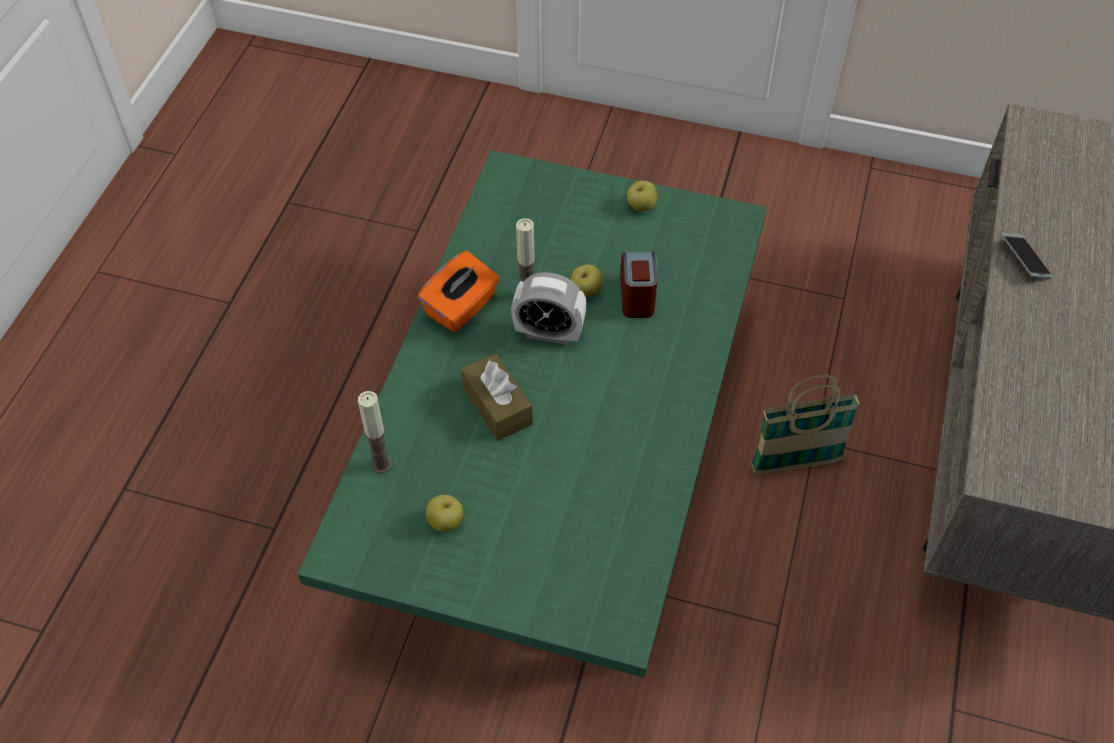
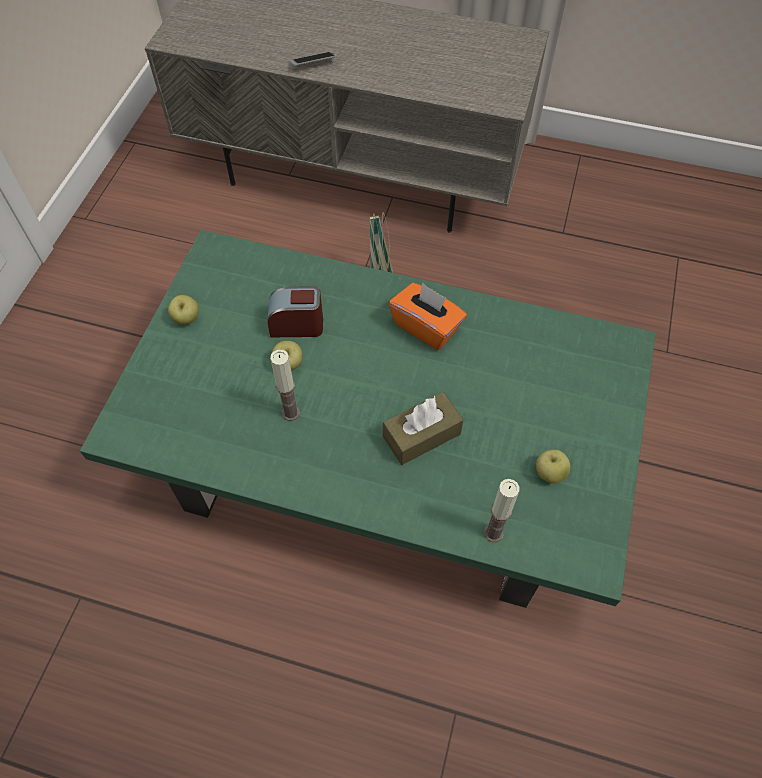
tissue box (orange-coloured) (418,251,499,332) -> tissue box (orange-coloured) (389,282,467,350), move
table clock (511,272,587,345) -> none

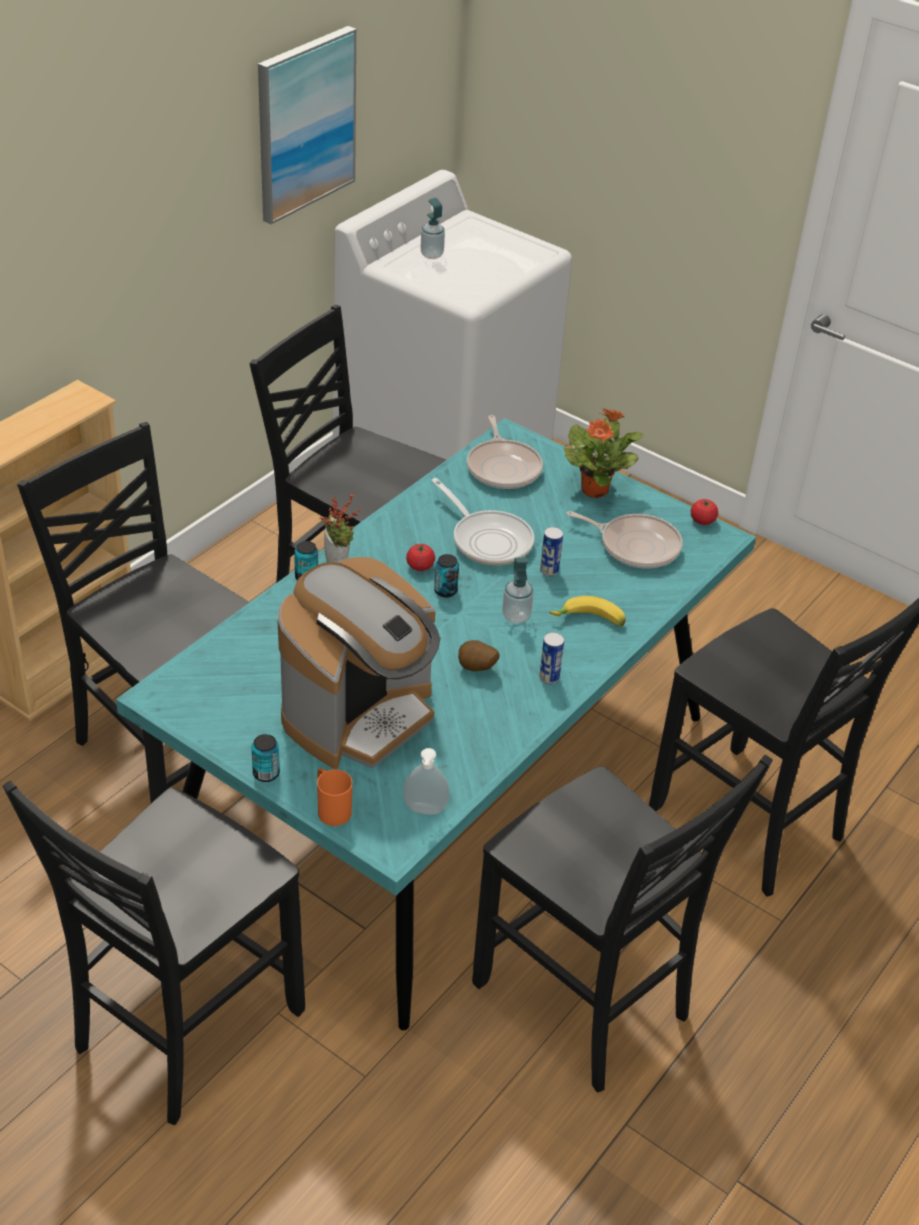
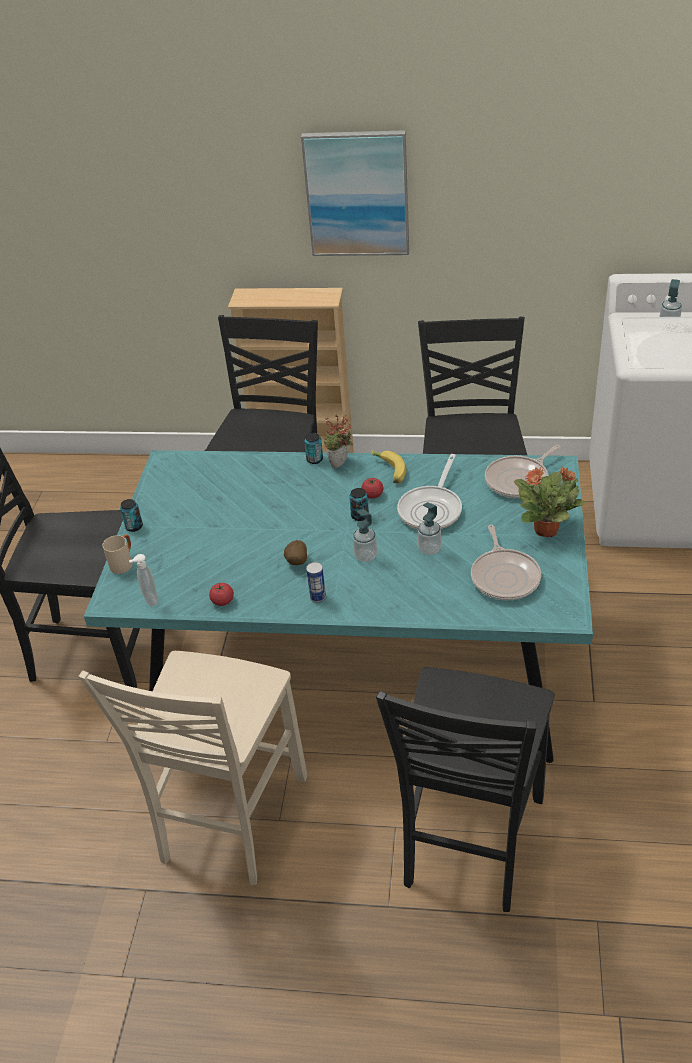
picture (258,26,356,224) -> picture (301,130,409,256), move
tomato (691,499,718,525) -> tomato (209,583,234,606), move
sealed can (540,527,563,576) -> soap dispenser (418,502,441,555)
coffee brewer (278,557,440,769) -> none
banana fruit (549,596,626,626) -> banana fruit (371,450,406,484), move
upright chair (blackish) (472,755,773,1092) -> upright chair (beige-coloured) (78,651,307,885)
tea mug (orange-coloured) (317,768,352,826) -> tea mug (beige-coloured) (102,535,132,574)

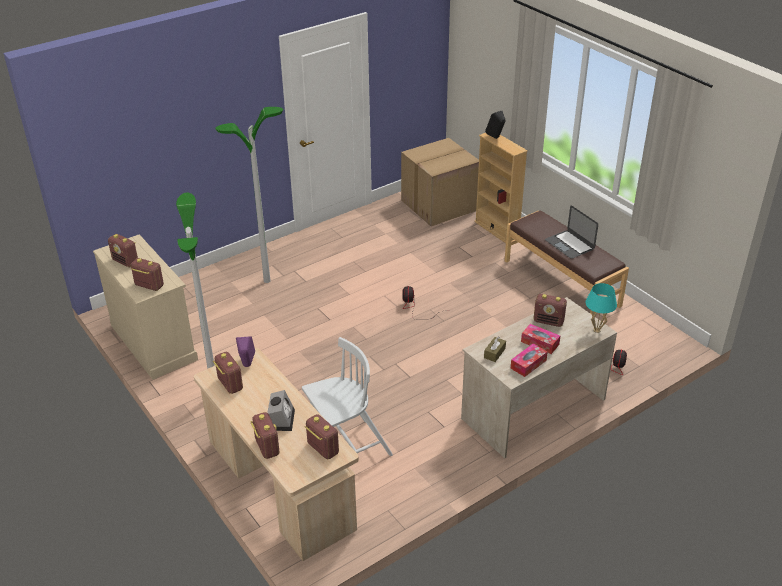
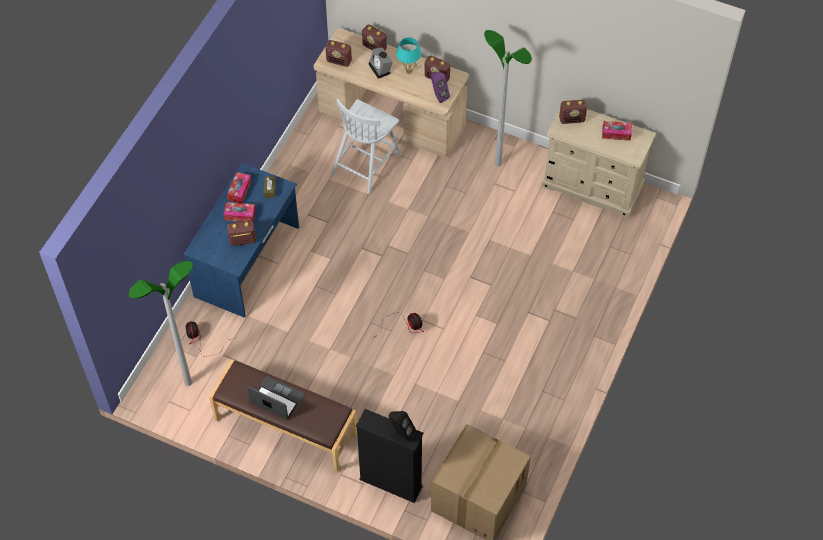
standard lamp (215,107,283,283) -> standard lamp (129,261,193,386), move
bookshelf (beige-coloured) (474,133,528,243) -> bookshelf (blackish) (356,409,424,503)
radio set (108,234,138,267) -> tissue box (602,121,632,141)
table lamp (turquoise) (586,283,617,333) -> table lamp (turquoise) (396,37,421,74), move
desk table (beige-coloured) (461,297,617,458) -> desk table (blue) (184,163,299,318)

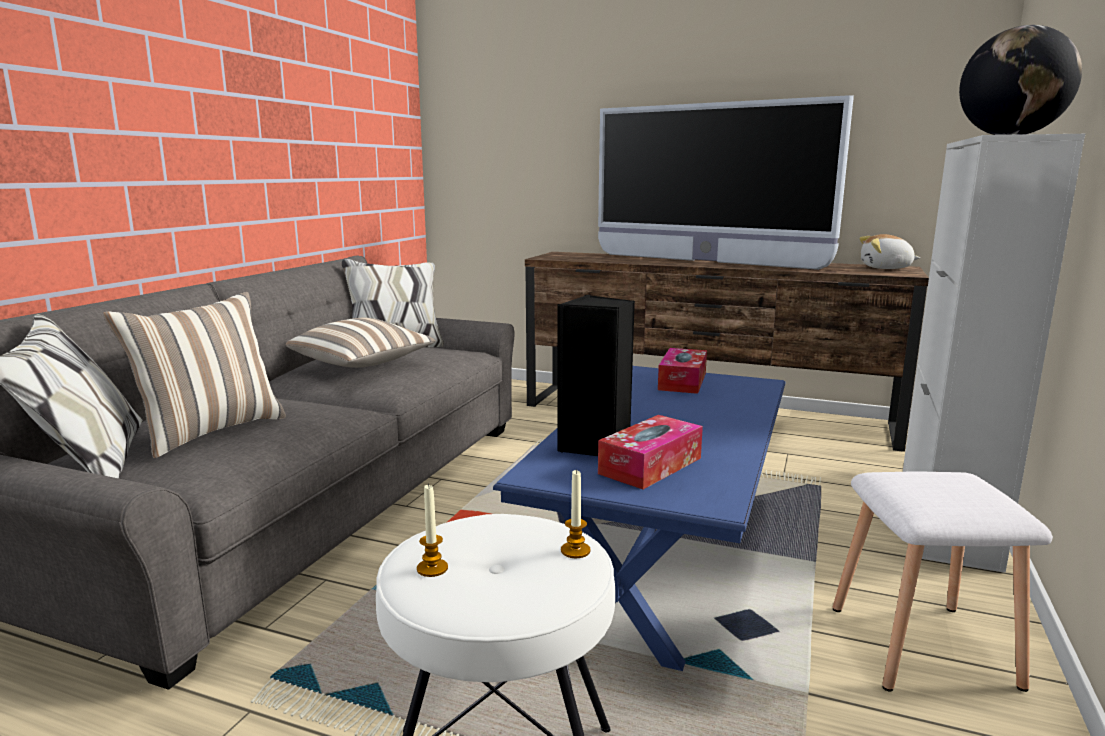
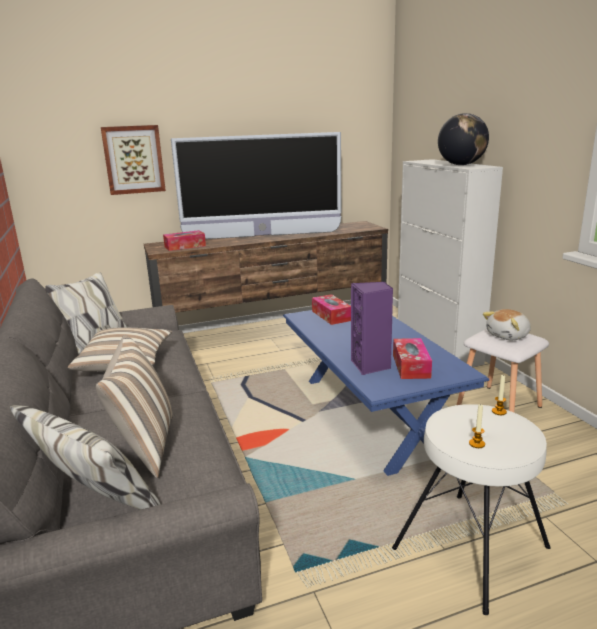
plush toy (859,234,920,269) -> plush toy (483,309,531,340), move
speaker (blackish) (558,295,635,456) -> speaker (purple-coloured) (351,282,393,375)
none -> picture (101,125,166,195)
none -> tissue box (163,230,206,251)

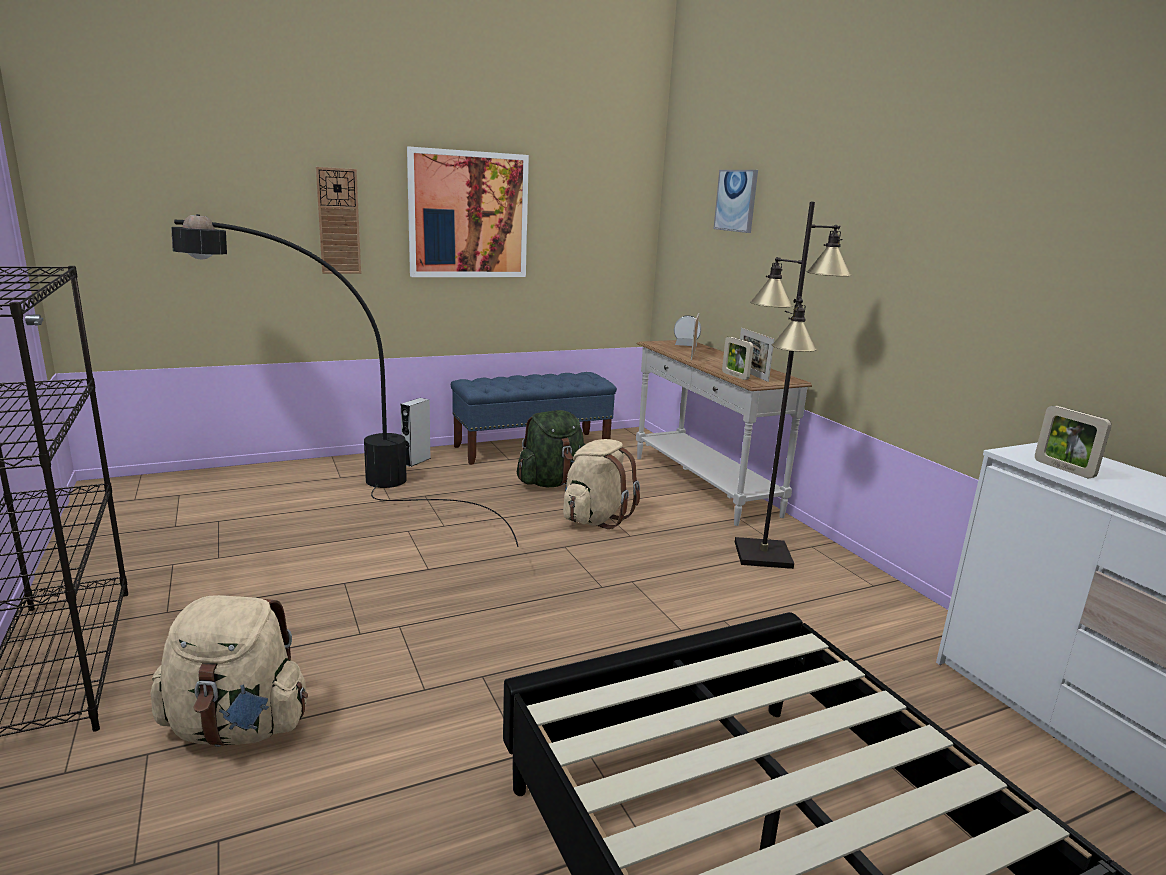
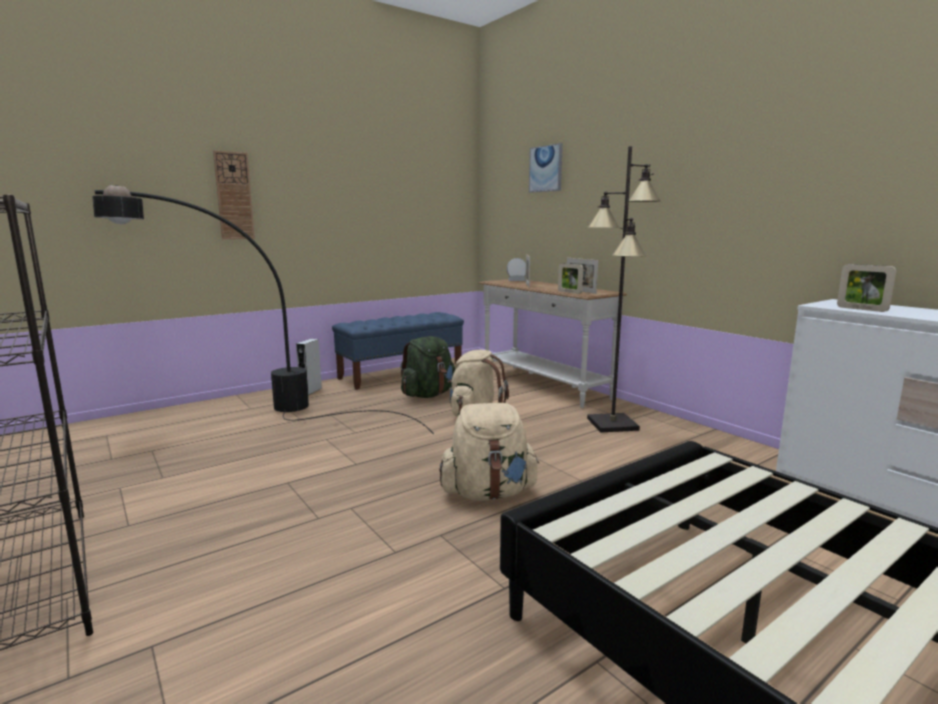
picture (407,146,529,277) -> none
backpack (beige-coloured) (150,595,308,747) -> backpack (beige-coloured) (439,403,539,501), move

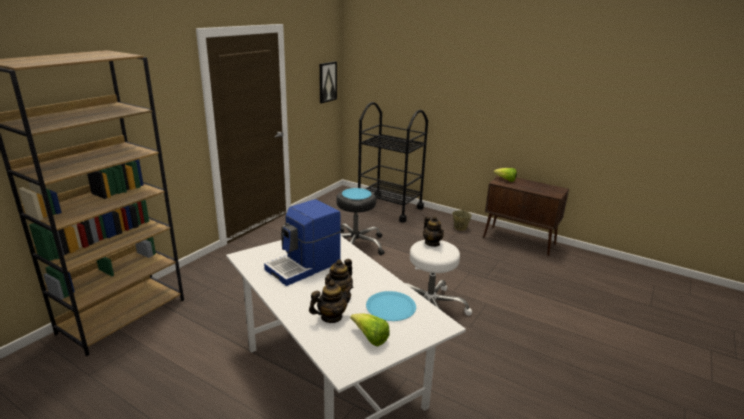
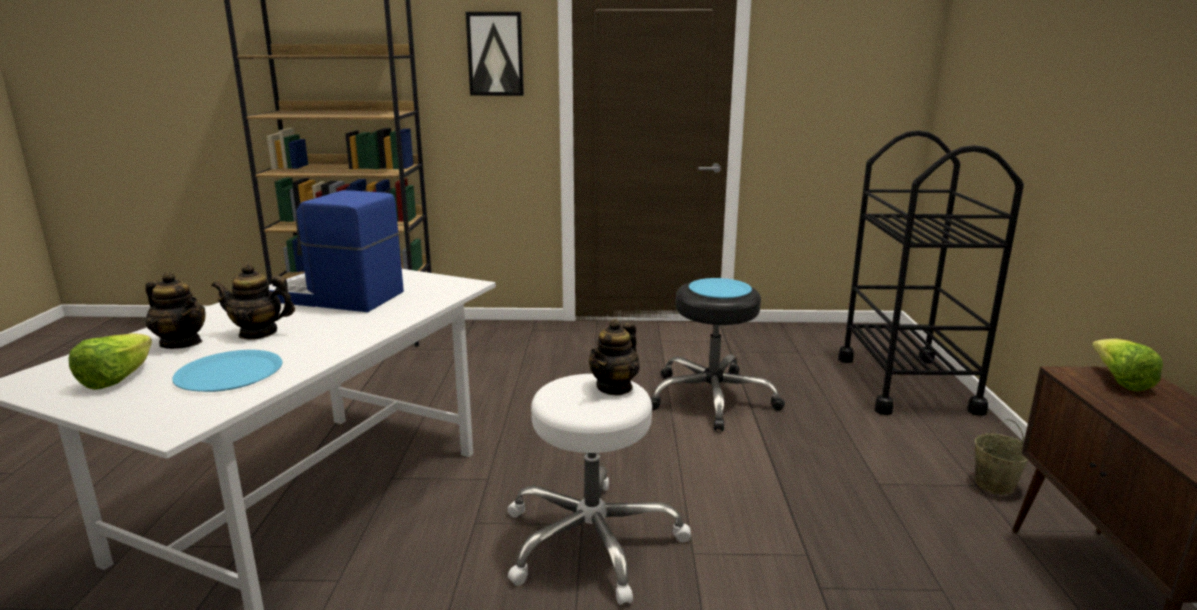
picture (319,61,337,103) -> picture (466,12,524,96), move

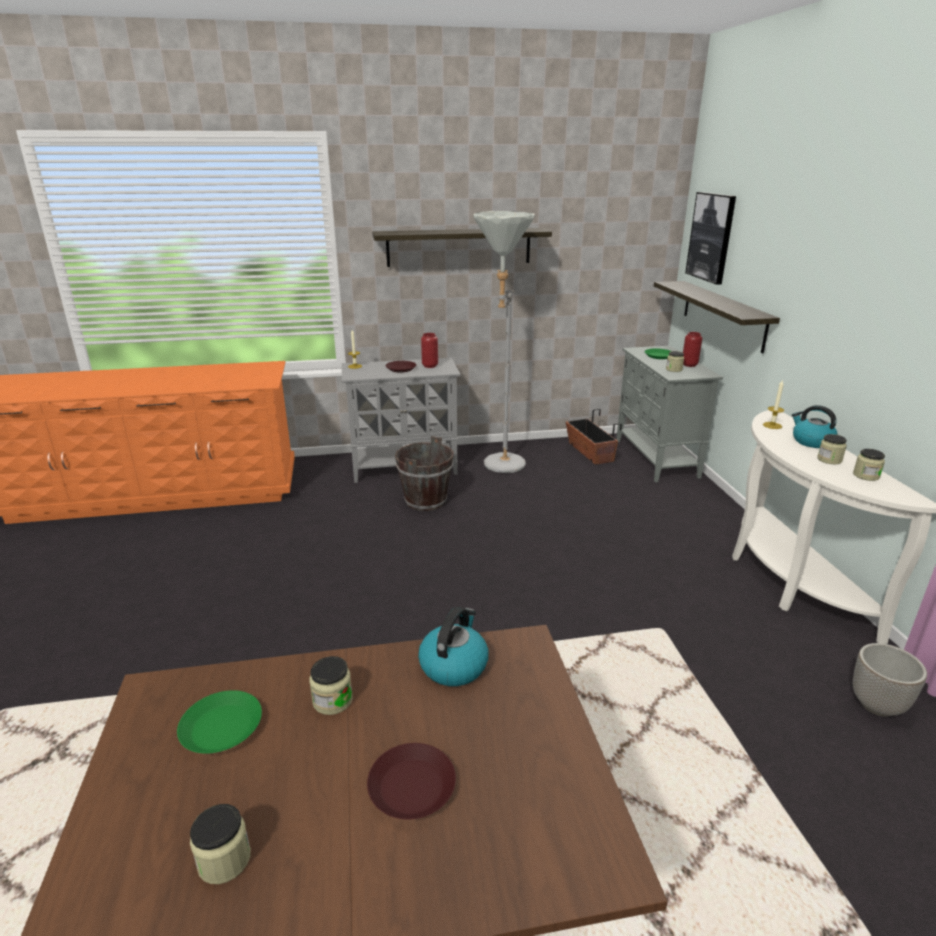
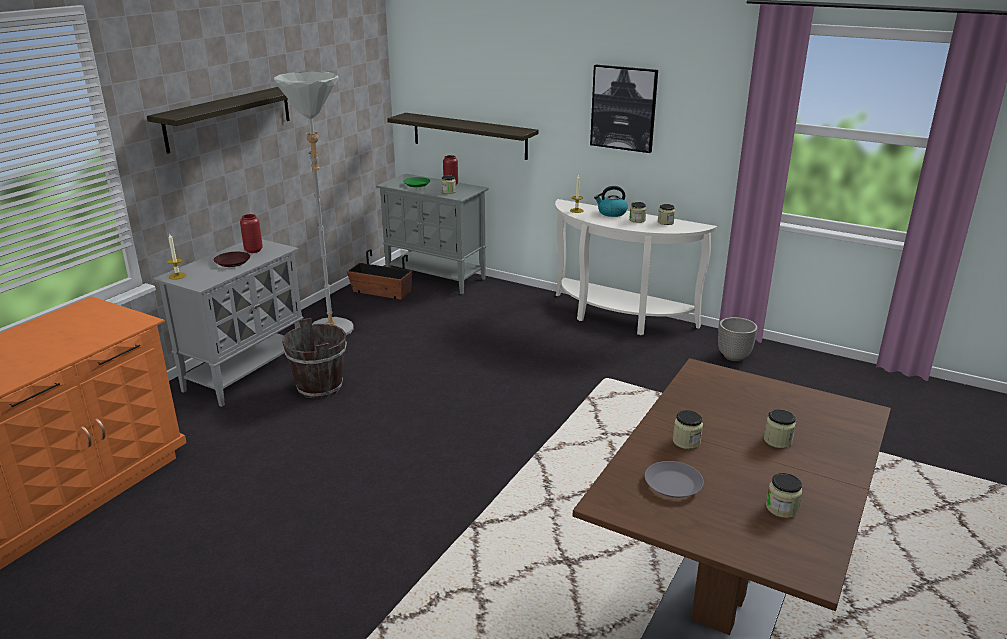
picture (685,192,736,285) -> picture (590,65,658,153), move
water kettle (418,607,489,686) -> none
dinner plate (greenish) (177,690,262,754) -> dinner plate (greyish) (645,461,704,498)
dinner plate (brown-coloured) (367,743,456,820) -> preserve jar (764,409,796,448)

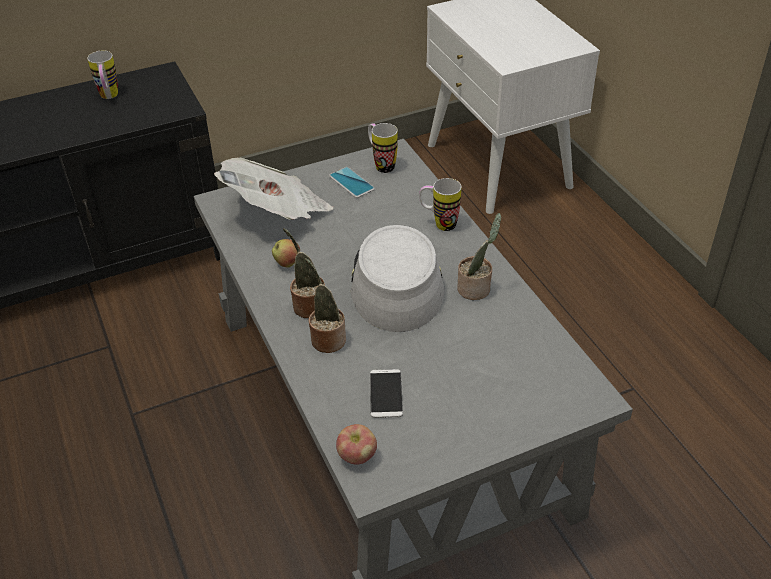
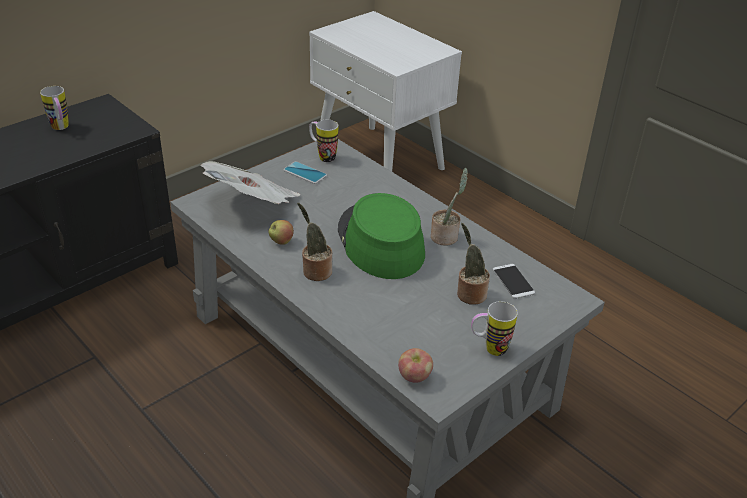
tea mug (419,178,461,231) -> tea mug (471,301,518,356), move
wearable hat (greyish) (350,225,445,332) -> wearable hat (greenish) (338,193,425,279)
plant in a pot (305,258,346,353) -> plant in a pot (457,223,490,305), move
telephone (370,369,403,418) -> telephone (493,264,535,299), move

